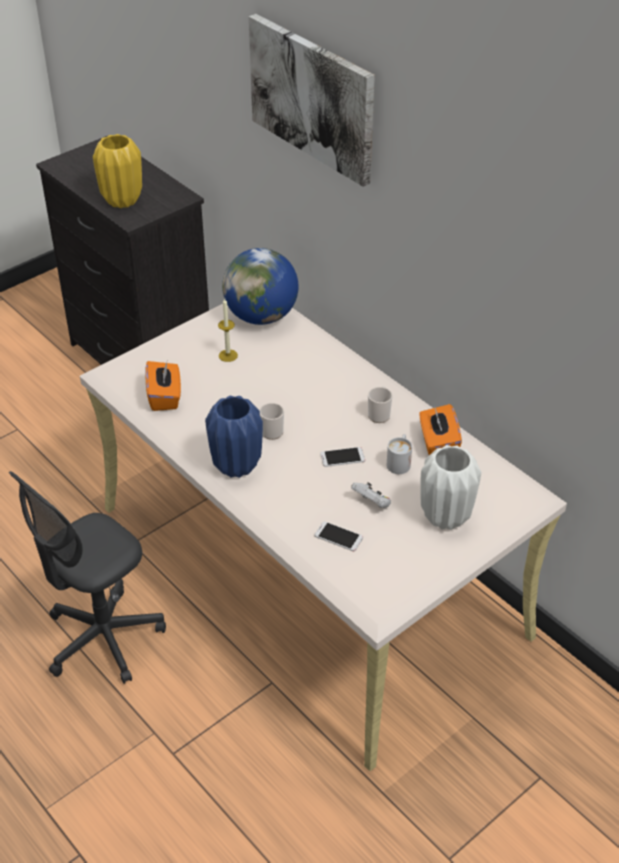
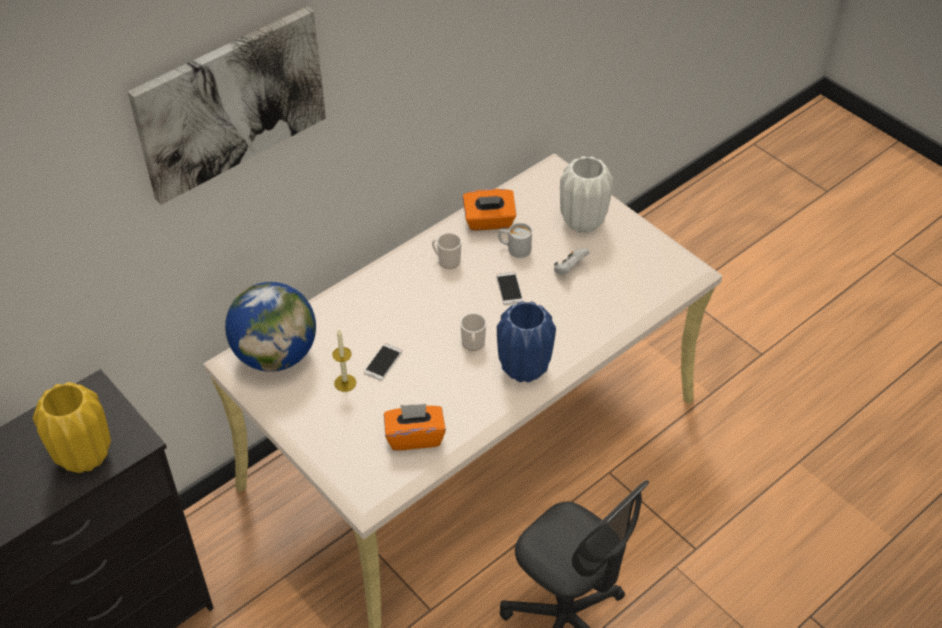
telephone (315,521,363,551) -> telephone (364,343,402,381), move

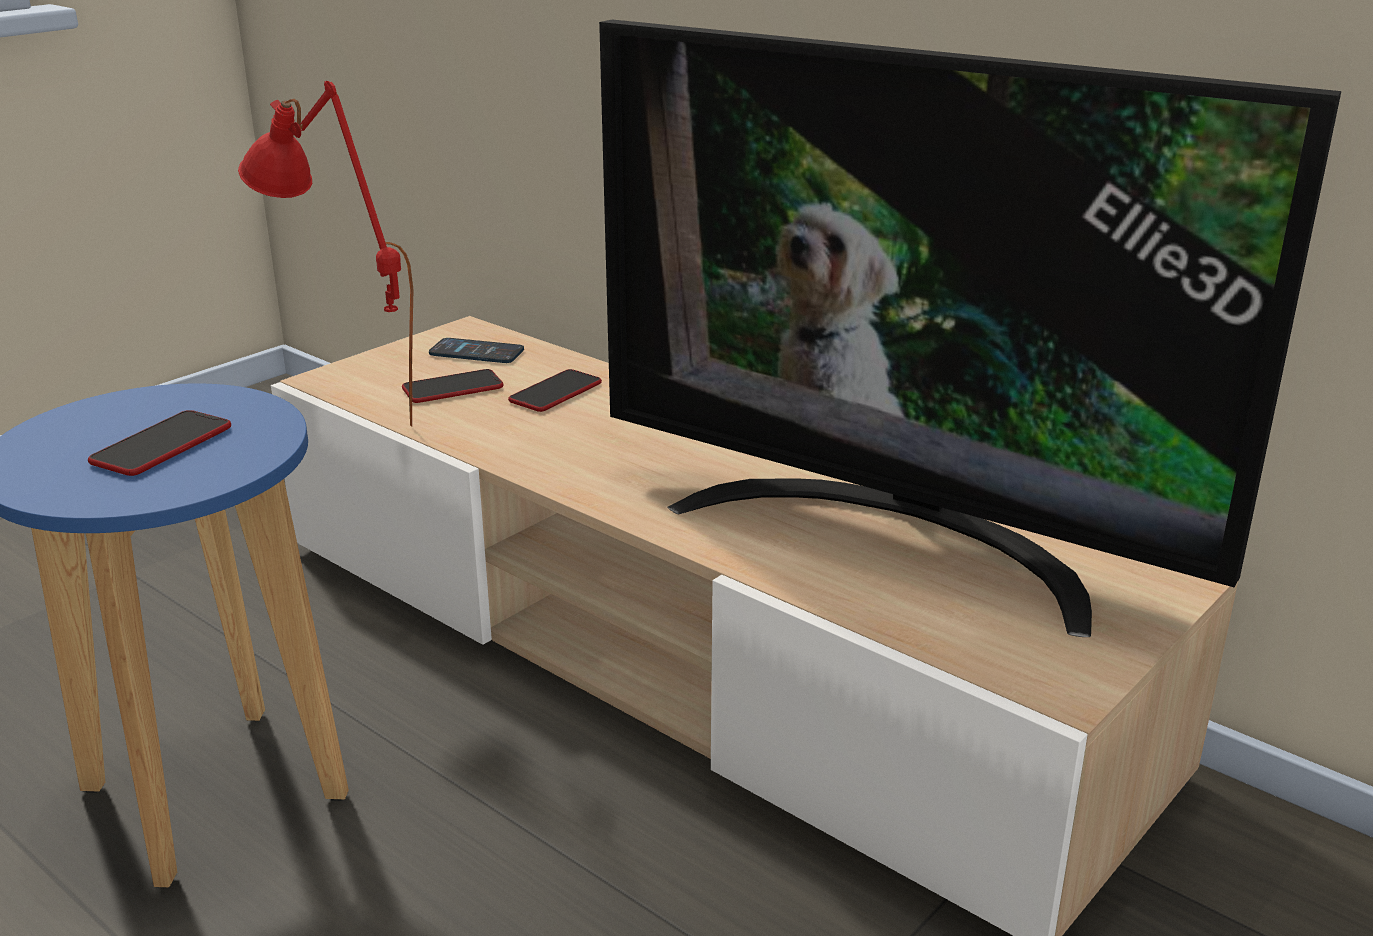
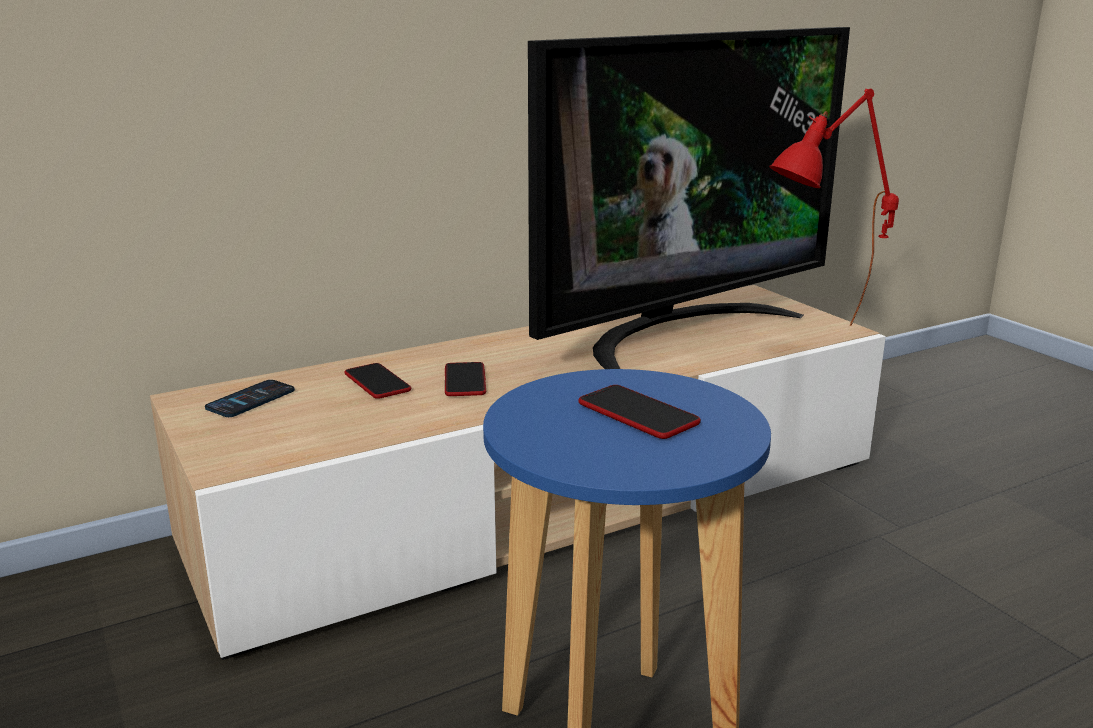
table lamp (reddish) (238,81,413,427) -> table lamp (reddish) (769,89,899,326), move
telephone (402,369,504,403) -> telephone (445,362,486,396), move

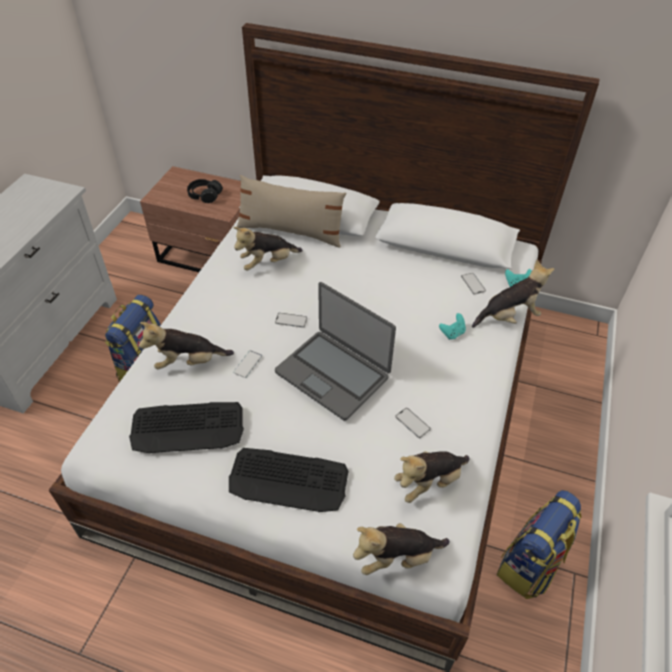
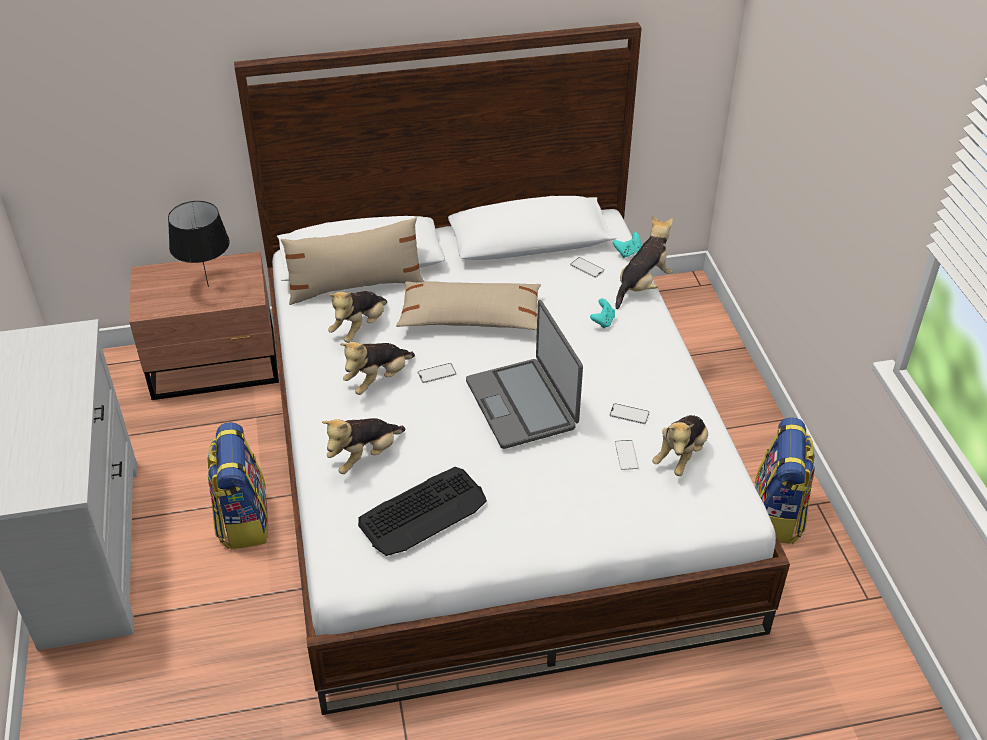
headphones (blackish) (187,179,223,203) -> table lamp (blackish) (168,201,230,287)
portable computer (275,282,396,421) -> portable computer (466,300,583,449), 60 degrees clockwise
telephone (233,350,262,378) -> telephone (615,440,639,470), move
computer keyboard (229,448,348,512) -> none
plush toy (353,523,450,575) -> plush toy (340,342,415,395), move
none -> pillow (beige-coloured) (396,281,541,330)

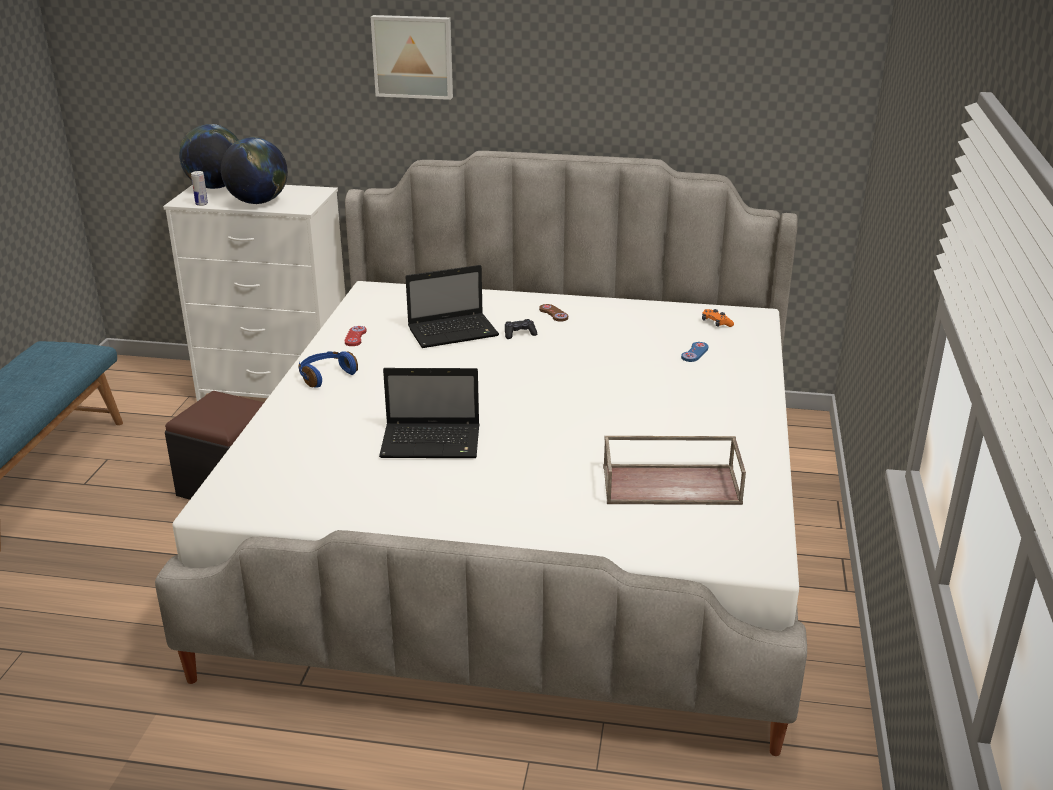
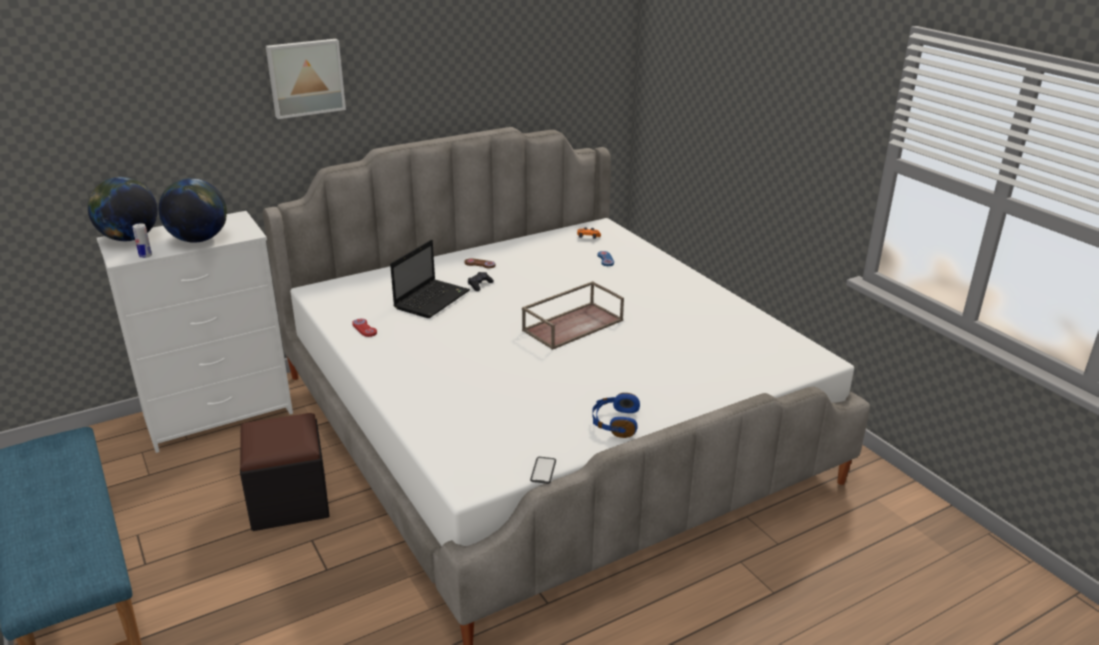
headphones (blue) (299,351,358,388) -> headphones (blue) (592,393,640,438), move
portable computer (379,368,480,458) -> none
serving tray (brown-coloured) (603,436,746,505) -> serving tray (brown-coloured) (522,281,624,350), move
none -> telephone (530,457,556,484)

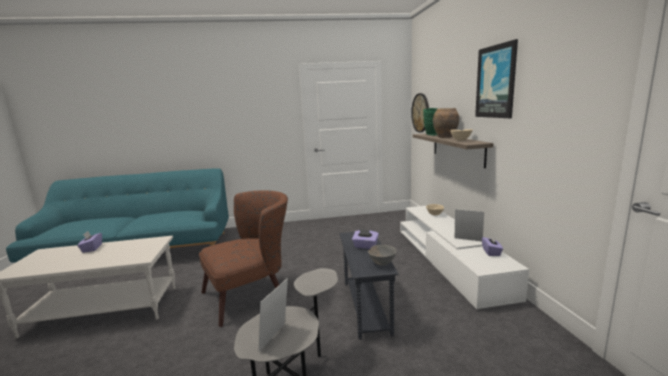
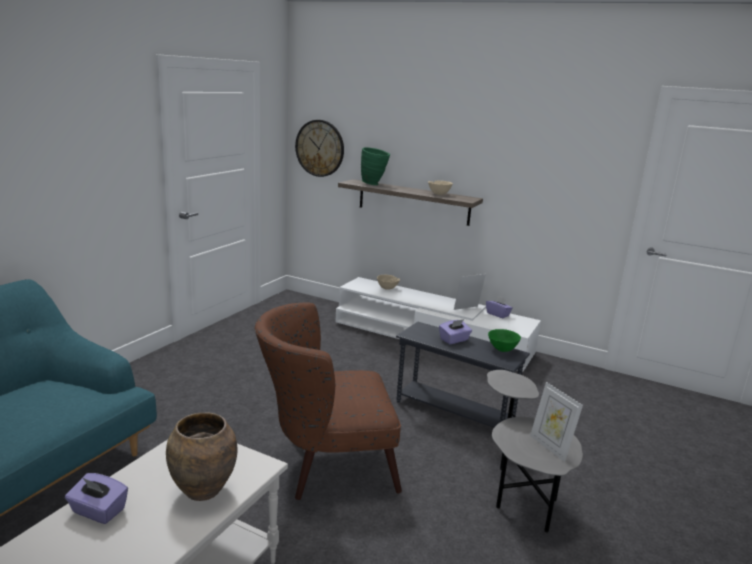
picture (475,39,518,118) -> none
flower vase (brown-coloured) (433,108,459,138) -> flower vase (brown-coloured) (166,412,237,501), move
lounge chair (brown-coloured) (199,190,288,327) -> lounge chair (brown-coloured) (254,302,402,500), 105 degrees counterclockwise
bowl (greyish) (368,245,397,266) -> bowl (greenish) (488,329,521,352)

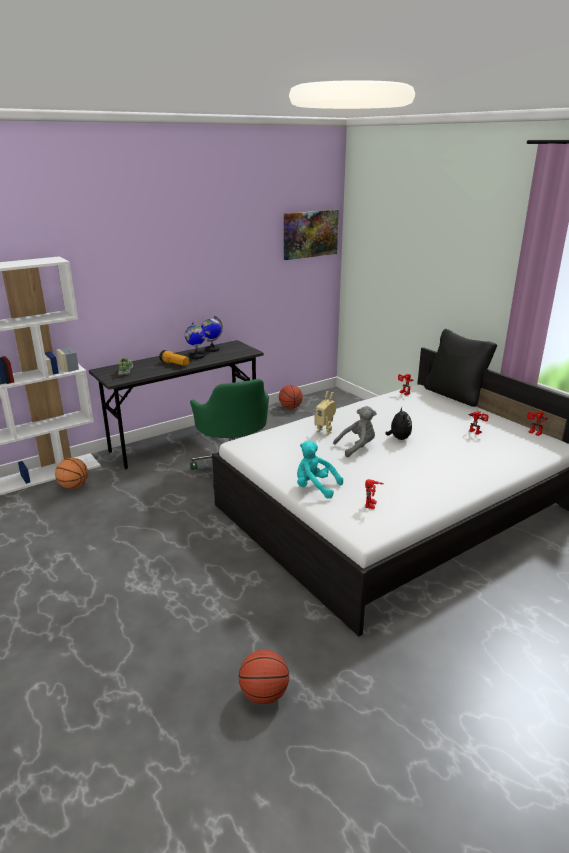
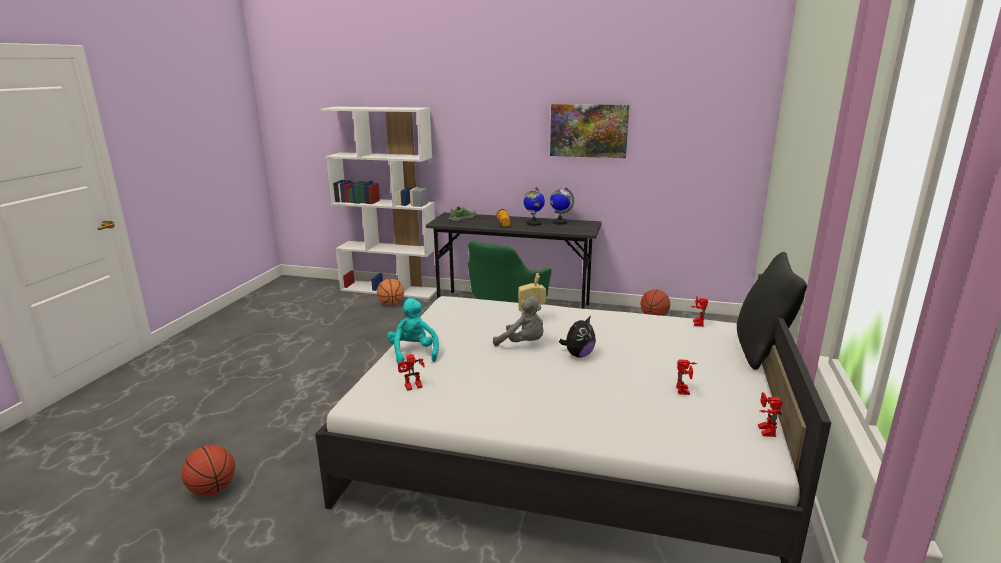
picture (284,210,339,260) -> picture (550,104,629,158), move

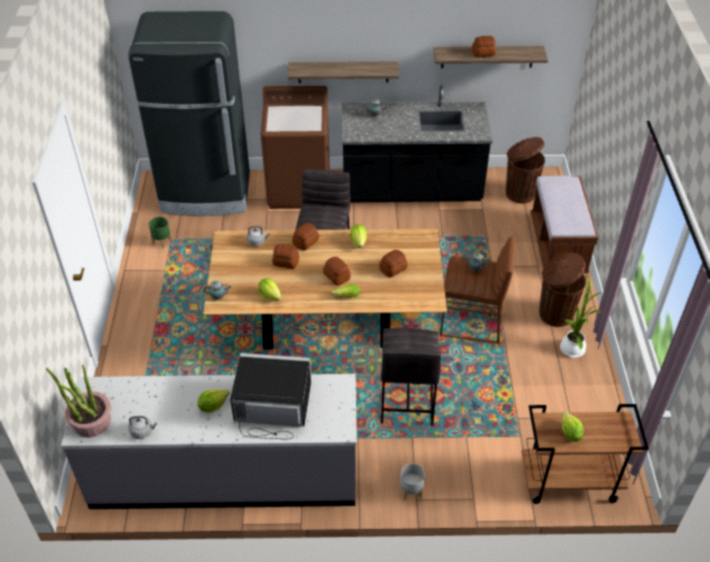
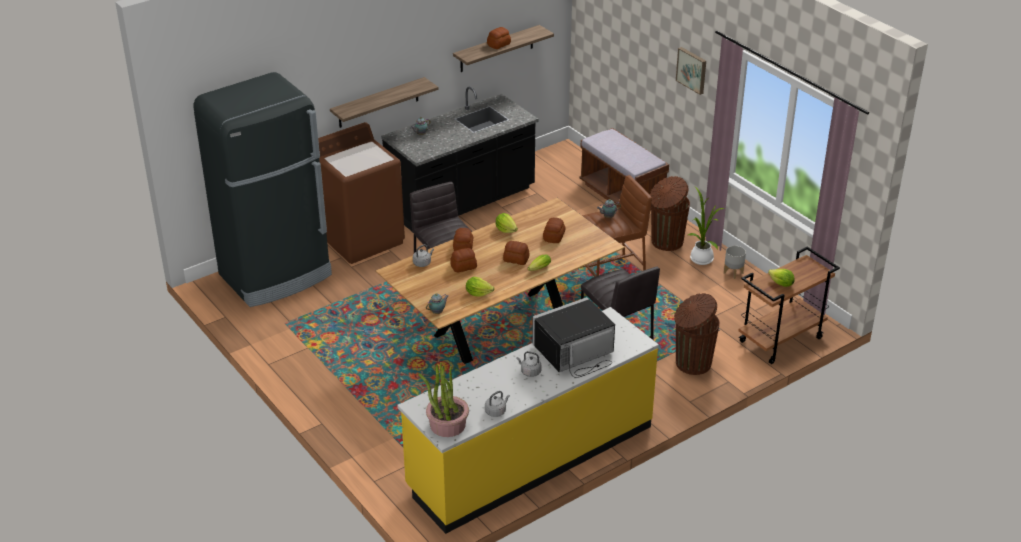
waste bin (brown-coloured) (506,137,545,203) -> waste bin (brown-coloured) (674,293,720,375), move
planter (greenish) (149,217,172,248) -> none
kitchen counter (greyish) (61,374,357,509) -> kitchen counter (yellowish) (397,307,659,534)
lettuce (198,389,230,413) -> water kettle (greyish) (517,351,542,377)
planter (greyish) (400,463,425,501) -> planter (greyish) (724,246,746,279), move
none -> picture (676,47,706,95)

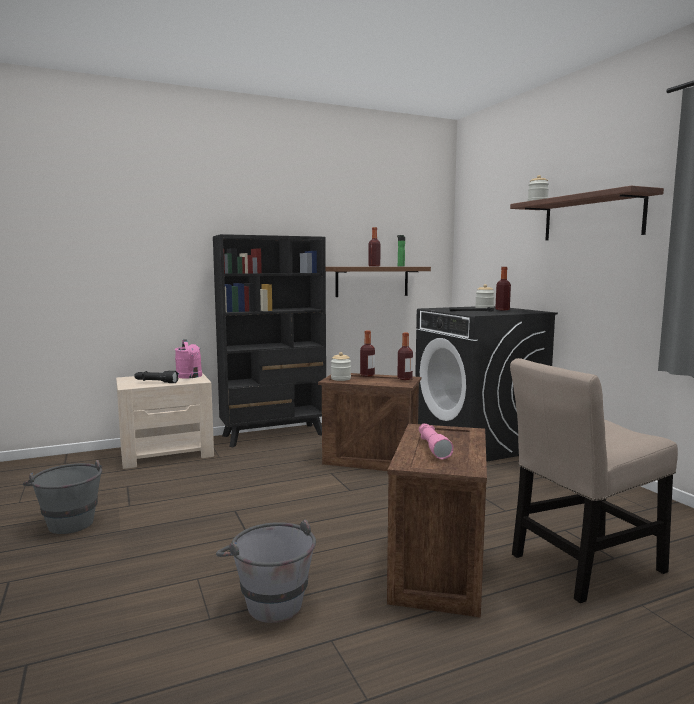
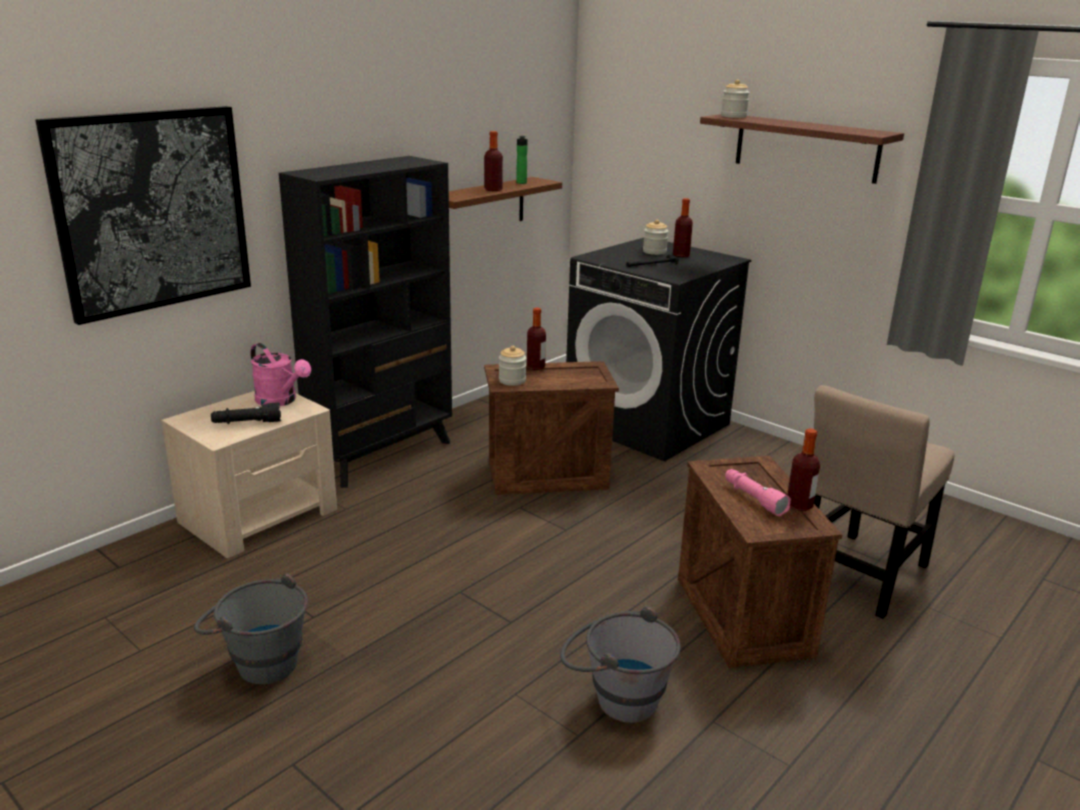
beverage bottle (397,333,413,380) -> beverage bottle (787,428,820,511), move
none -> picture (35,106,251,325)

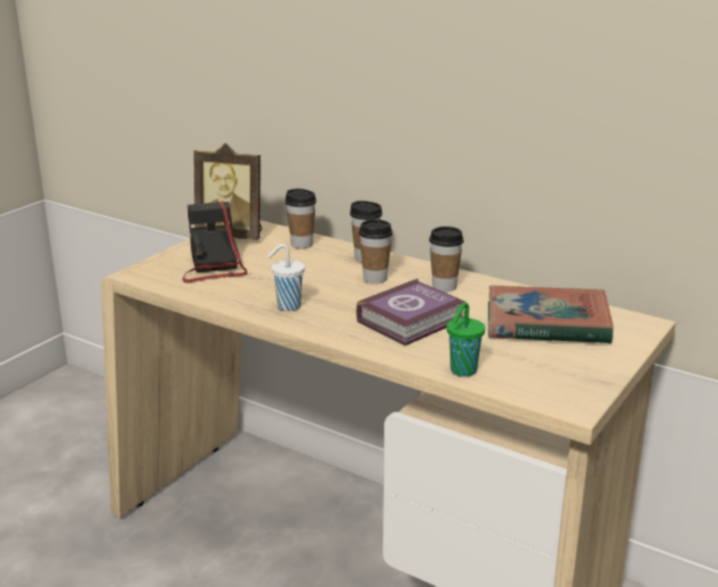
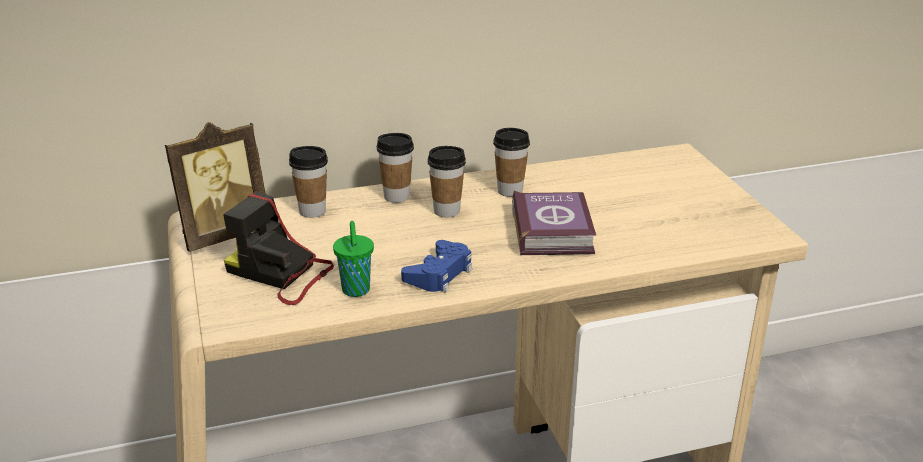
cup (white-coloured) (267,244,305,311) -> gamepad (blue) (401,240,472,293)
volume (488,285,613,344) -> none
cup (greenish) (447,302,485,376) -> cup (greenish) (333,221,374,297), move

